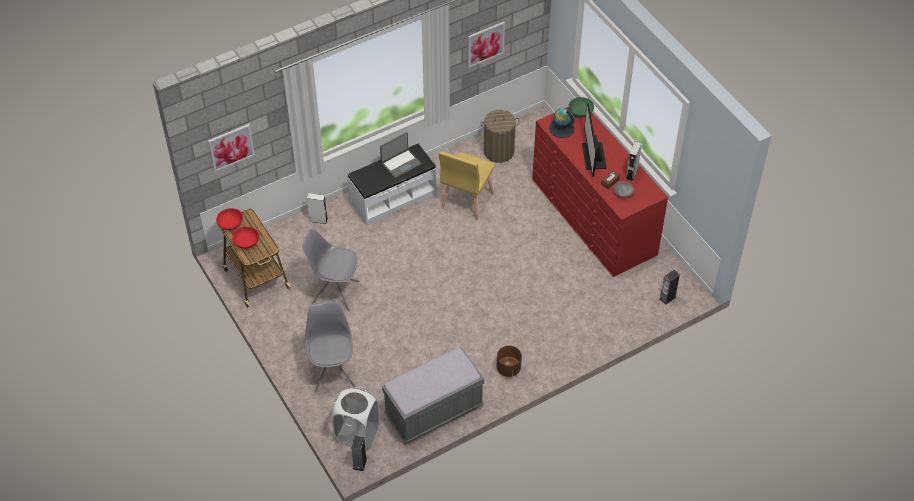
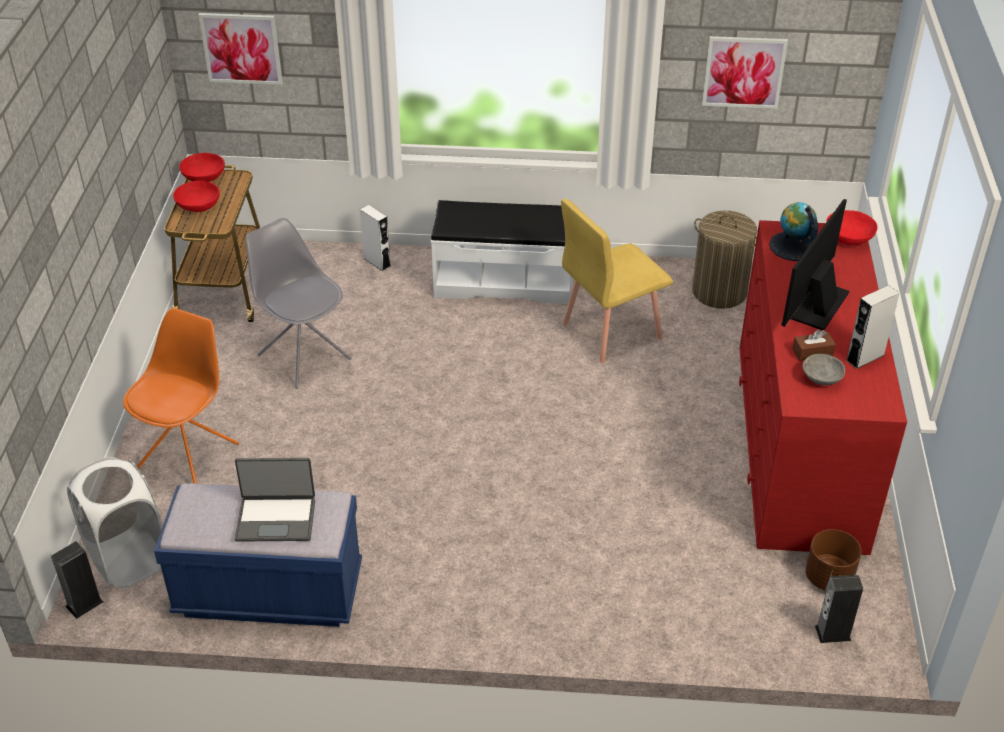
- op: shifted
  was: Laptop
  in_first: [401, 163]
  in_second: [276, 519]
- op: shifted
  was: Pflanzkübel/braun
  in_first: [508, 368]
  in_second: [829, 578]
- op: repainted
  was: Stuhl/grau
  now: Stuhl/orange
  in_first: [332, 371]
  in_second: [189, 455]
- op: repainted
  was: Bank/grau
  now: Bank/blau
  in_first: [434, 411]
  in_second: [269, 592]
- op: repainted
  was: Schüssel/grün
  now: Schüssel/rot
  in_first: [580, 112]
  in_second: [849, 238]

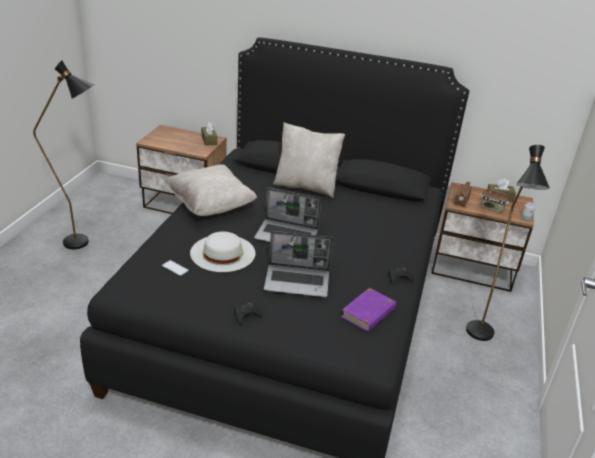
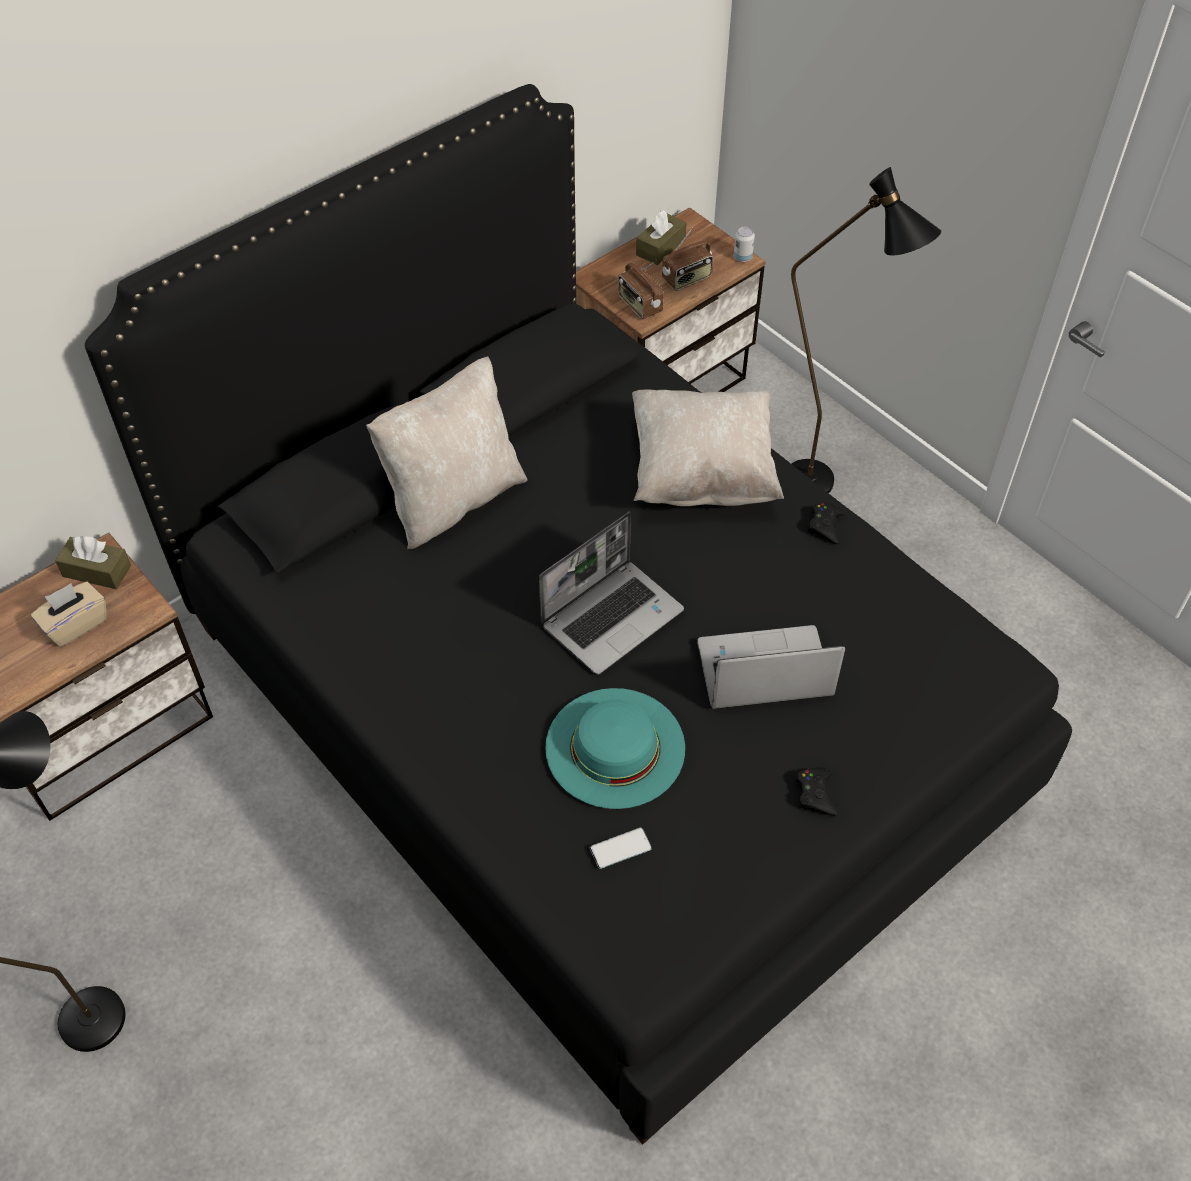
- op: gone
  was: Buch/lila
  in_first: [368, 312]
- op: new
  now: Taschentuchbox/beige
  in_second: [75, 624]
- op: shifted
  was: Kissen/beige
  in_first: [210, 206]
  in_second: [702, 473]
- op: repainted
  was: Hut/weiß
  now: Hut/türkis
  in_first: [223, 253]
  in_second: [615, 747]
- op: rotated
  was: Laptop
  in_first: [298, 281]
  in_second: [762, 672]
  clockwise: -135

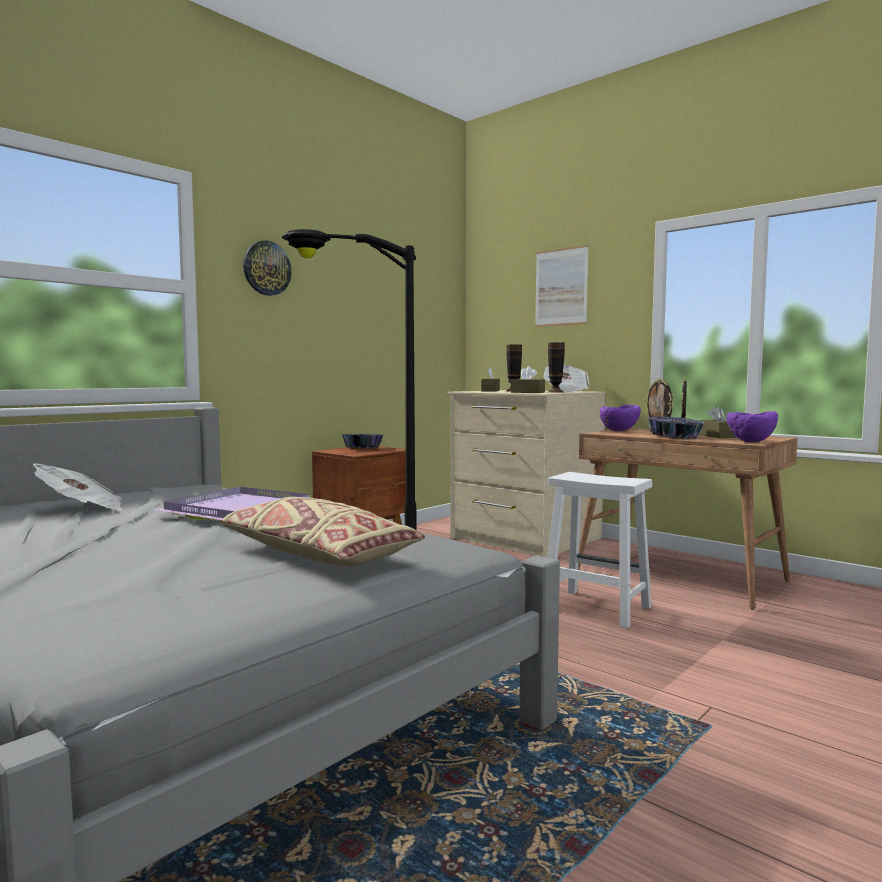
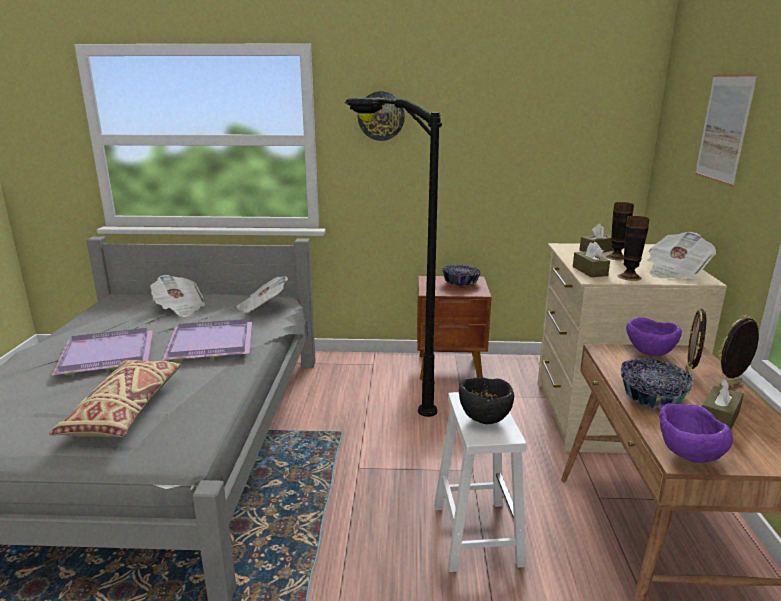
- op: new
  now: Tablett/lila
  in_second: [109, 353]
- op: new
  now: Zeitung
  in_second: [262, 307]
- op: new
  now: Schüssel/schwarz
  in_second: [484, 417]

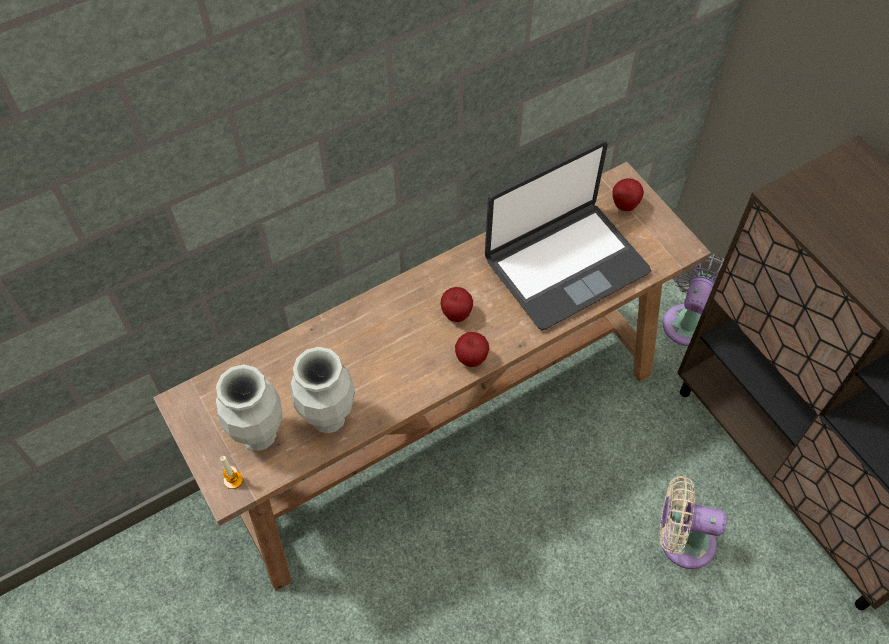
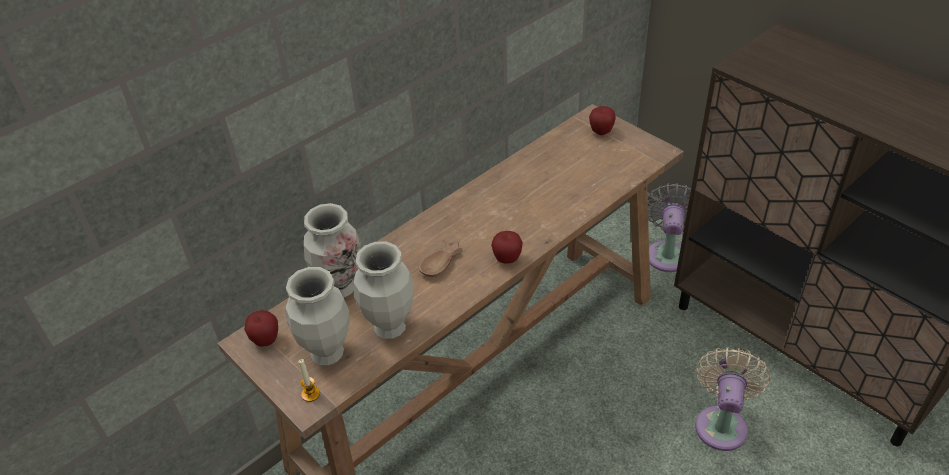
- op: gone
  was: Laptop
  in_first: [565, 265]
- op: new
  now: Vase
  in_second: [340, 288]
- op: new
  now: Schüssel/braun
  in_second: [443, 262]
- op: shifted
  was: Apfel
  in_first: [456, 314]
  in_second: [266, 340]
- op: rotated
  was: Ventilator/beige
  in_first: [681, 540]
  in_second: [721, 423]
  clockwise: 105

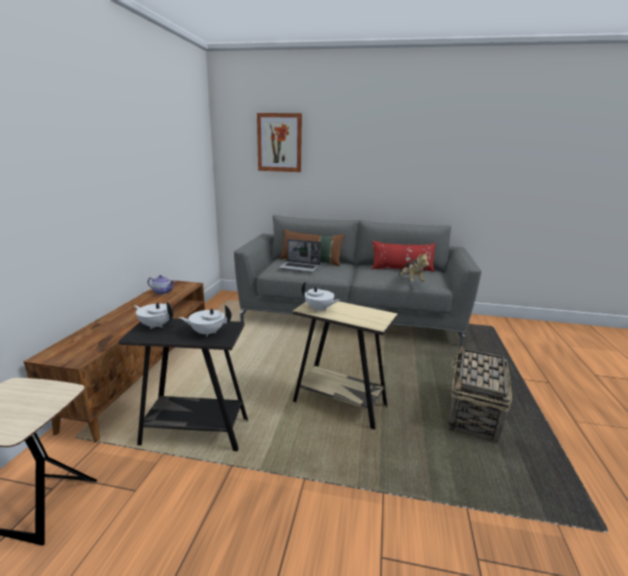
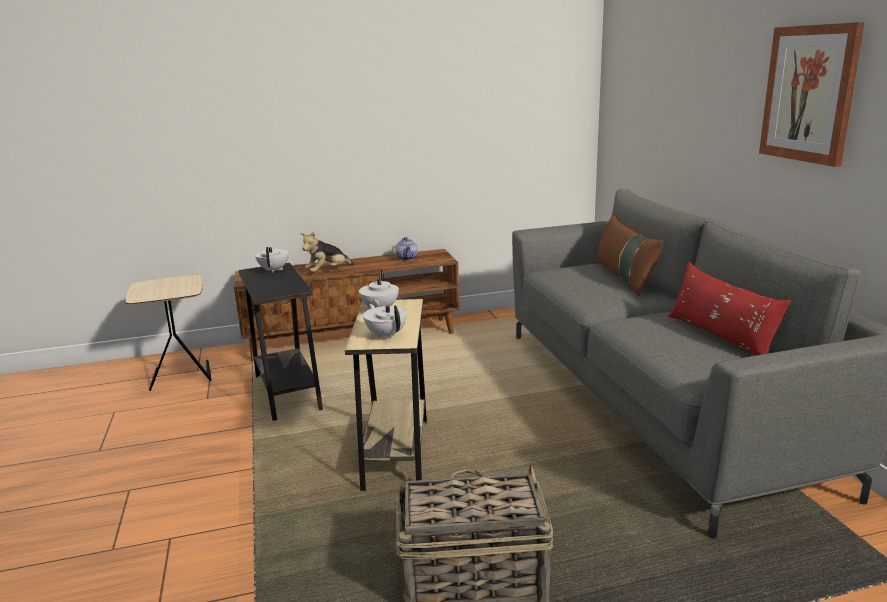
- op: gone
  was: Laptop
  in_first: [300, 267]
- op: shifted
  was: Teekanne/weiß
  in_first: [207, 333]
  in_second: [386, 334]
- op: shifted
  was: Bild
  in_first: [279, 143]
  in_second: [809, 94]
- op: shifted
  was: Plüschtier
  in_first: [411, 281]
  in_second: [327, 272]

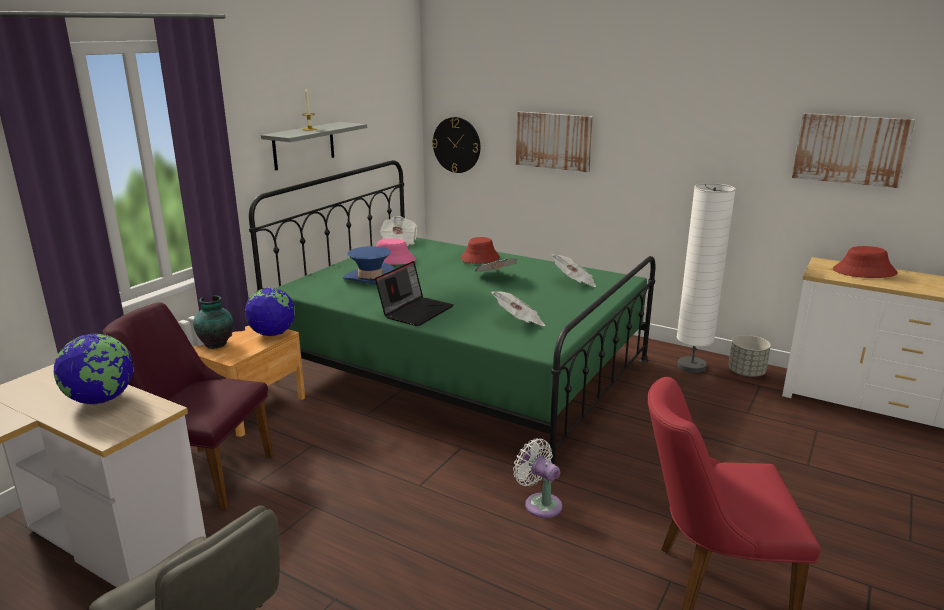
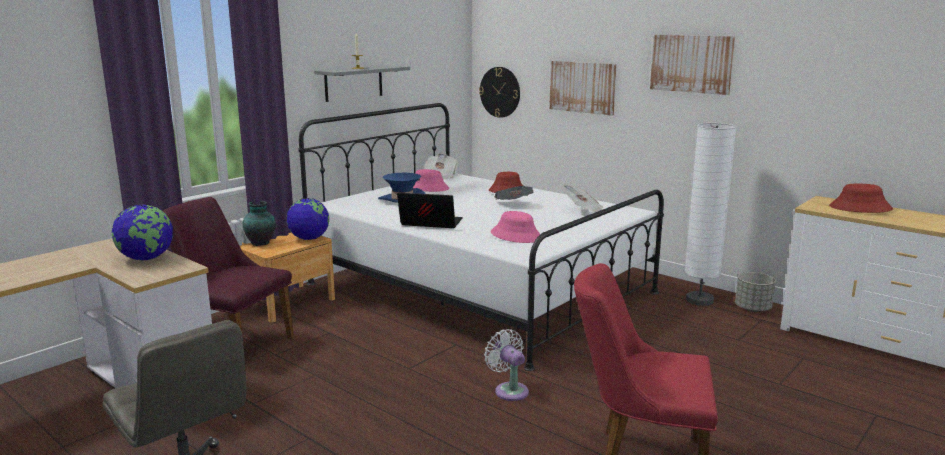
- op: shifted
  was: Bild
  in_first: [850, 149]
  in_second: [691, 63]
- op: swapped
  was: Zeitung
  now: Hut/rosa
  in_first: [518, 322]
  in_second: [516, 235]
- op: repainted
  was: Bett/grün
  now: Bett/weiß
  in_first: [461, 369]
  in_second: [479, 288]
- op: rotated
  was: Laptop
  in_first: [416, 311]
  in_second: [429, 224]
  clockwise: -120

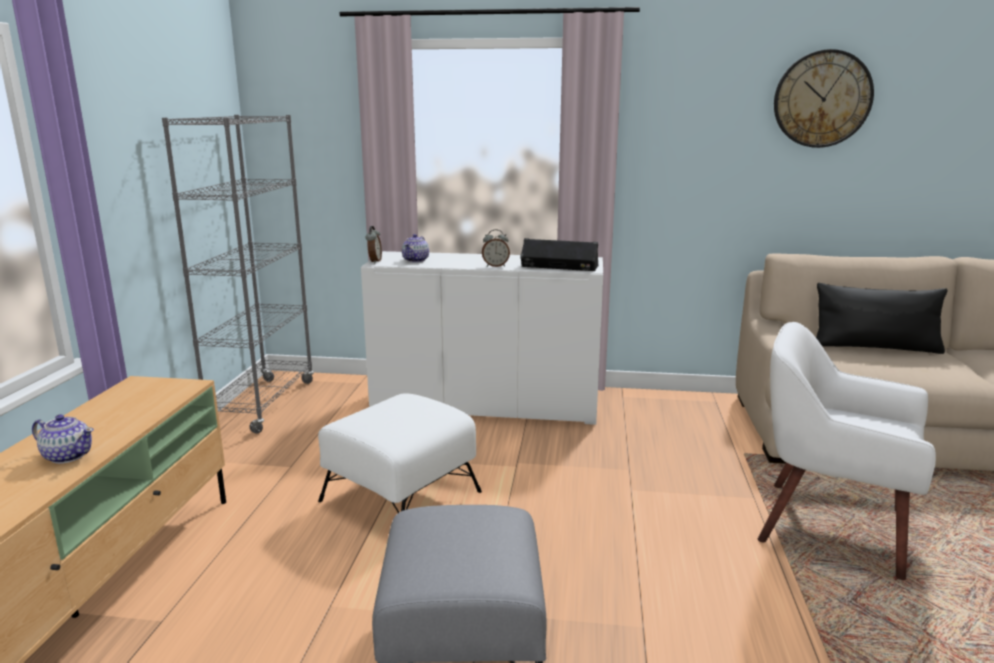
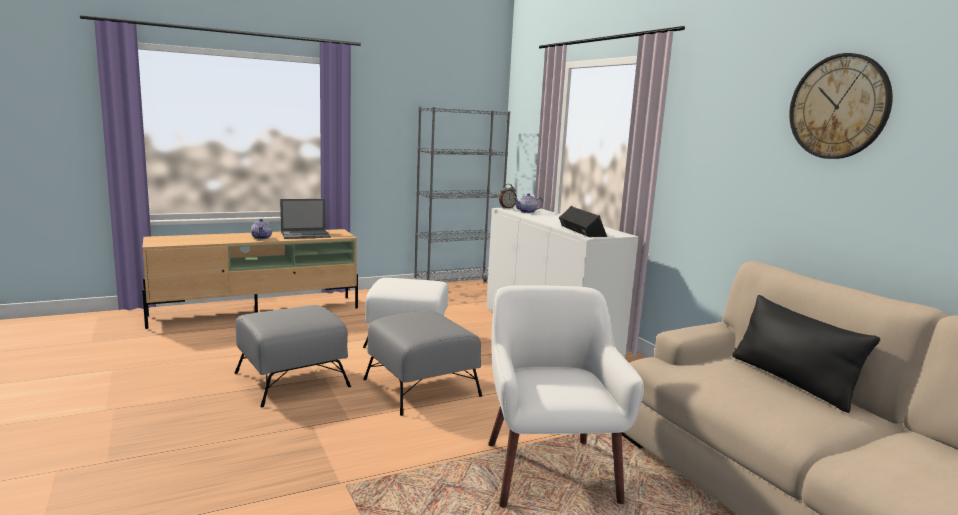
- op: gone
  was: Wecker
  in_first: [495, 266]
- op: new
  now: Laptop
  in_second: [306, 235]
- op: new
  now: Polsterhocker/grau
  in_second: [421, 387]

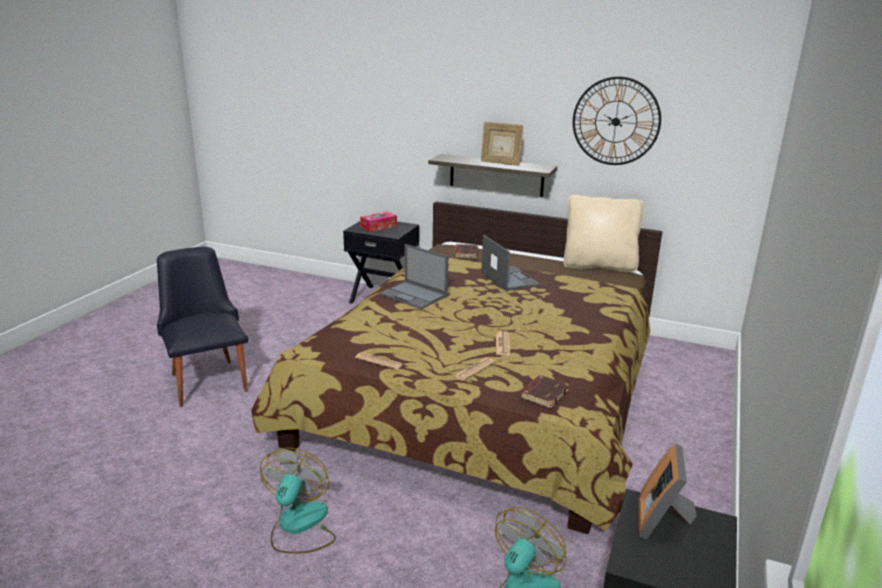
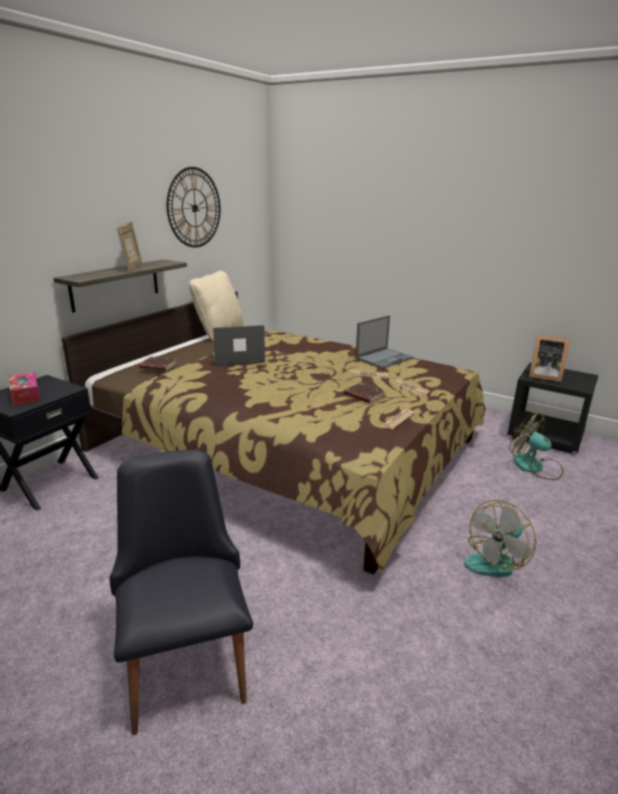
- op: shifted
  was: Laptop
  in_first: [414, 295]
  in_second: [384, 358]
- op: shifted
  was: Buch/braun
  in_first: [543, 394]
  in_second: [363, 396]
- op: rotated
  was: Stuhl/schwarz
  in_first: [207, 378]
  in_second: [186, 656]
  clockwise: 90
- op: rotated
  was: Ventilator
  in_first: [299, 526]
  in_second: [495, 560]
  clockwise: -60
- op: rotated
  was: Bilderrahmen
  in_first: [500, 163]
  in_second: [132, 267]
  clockwise: -45

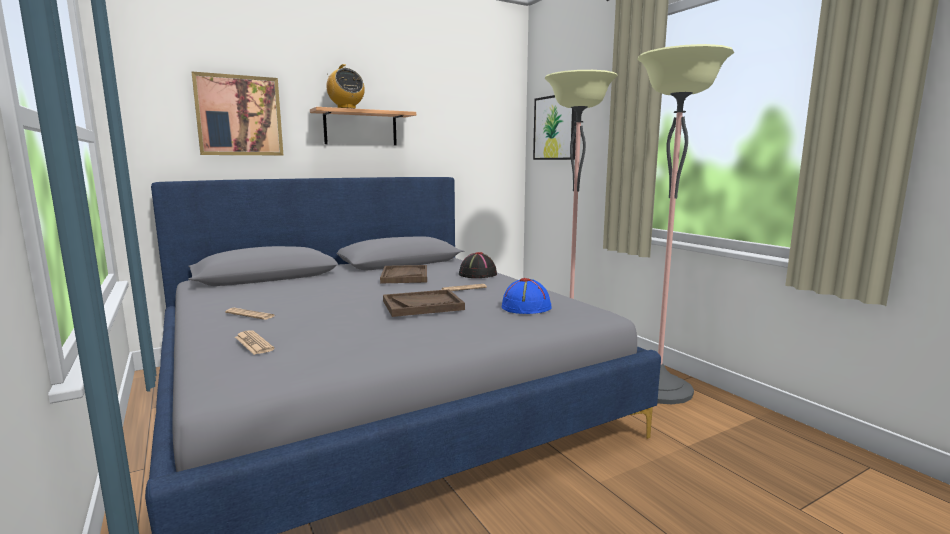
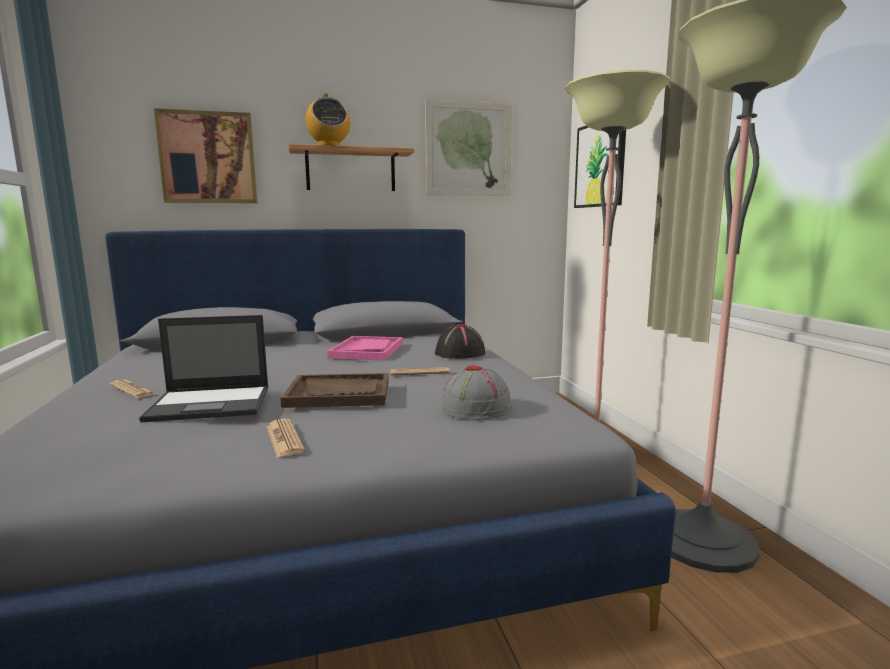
- op: new
  now: Laptop
  in_second: [212, 404]
- op: new
  now: Bild
  in_second: [469, 149]
- op: shifted
  was: Zeitung
  in_first: [254, 343]
  in_second: [284, 439]
- op: repainted
  was: Tablett/braun
  now: Tablett/rosa
  in_first: [404, 276]
  in_second: [367, 350]
- op: repainted
  was: Hut/blau
  now: Hut/grau
  in_first: [526, 307]
  in_second: [476, 407]

